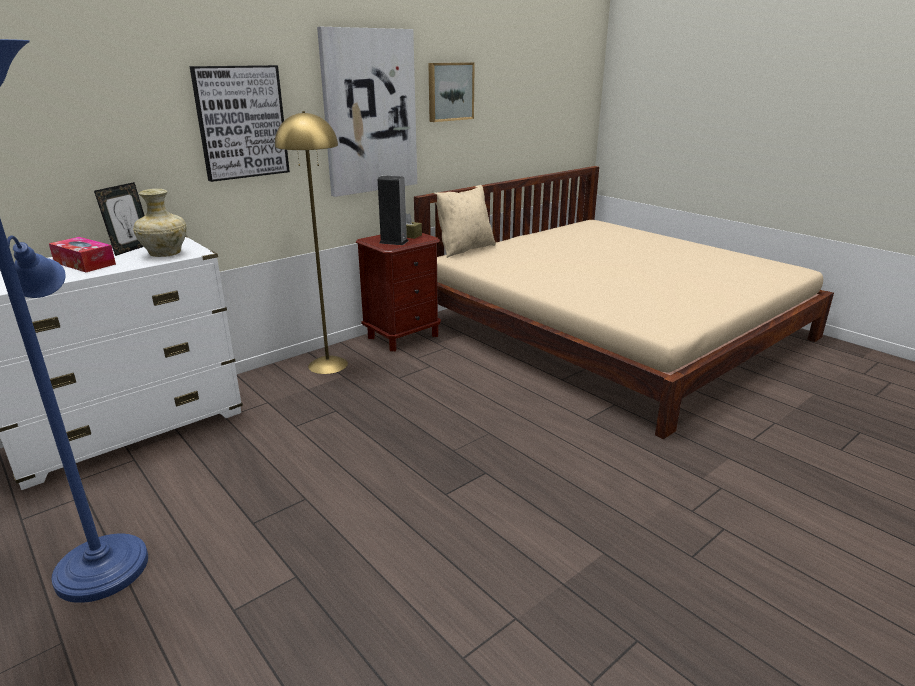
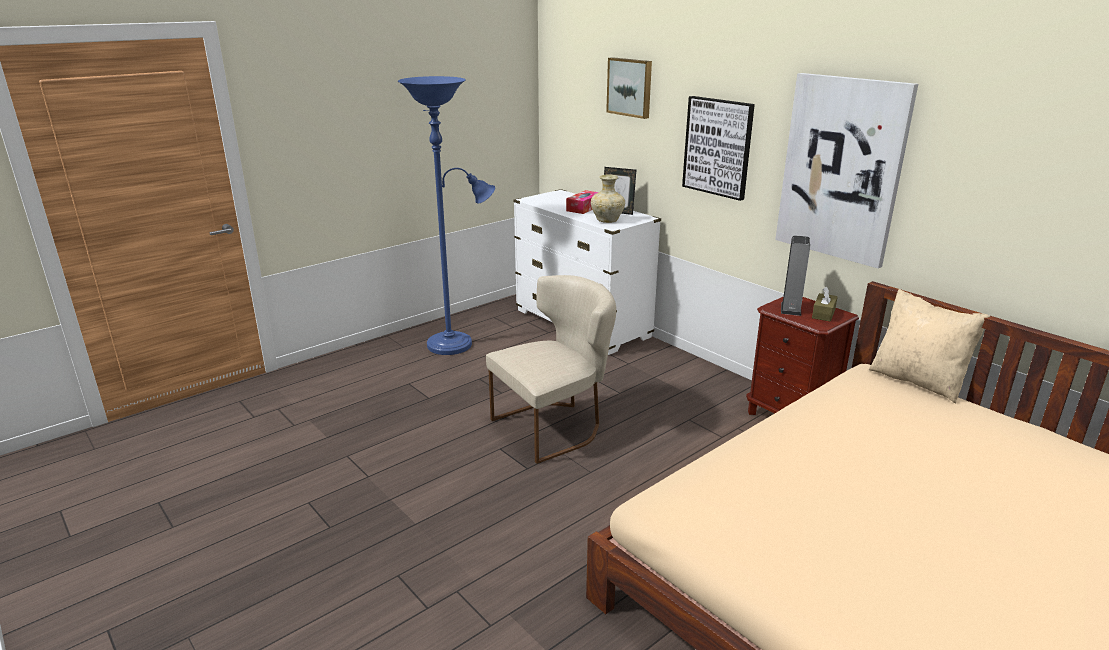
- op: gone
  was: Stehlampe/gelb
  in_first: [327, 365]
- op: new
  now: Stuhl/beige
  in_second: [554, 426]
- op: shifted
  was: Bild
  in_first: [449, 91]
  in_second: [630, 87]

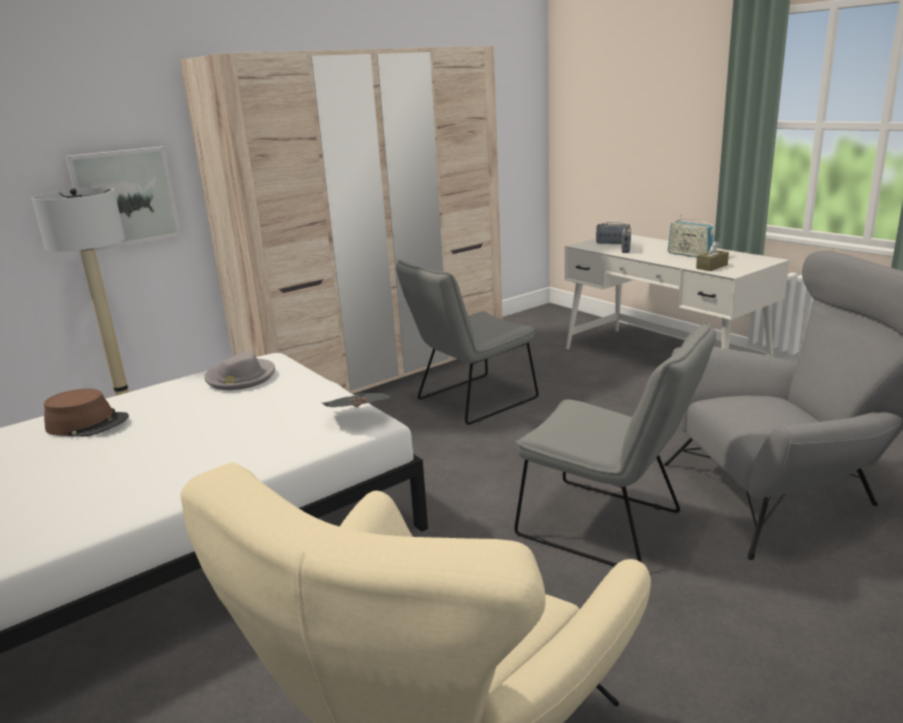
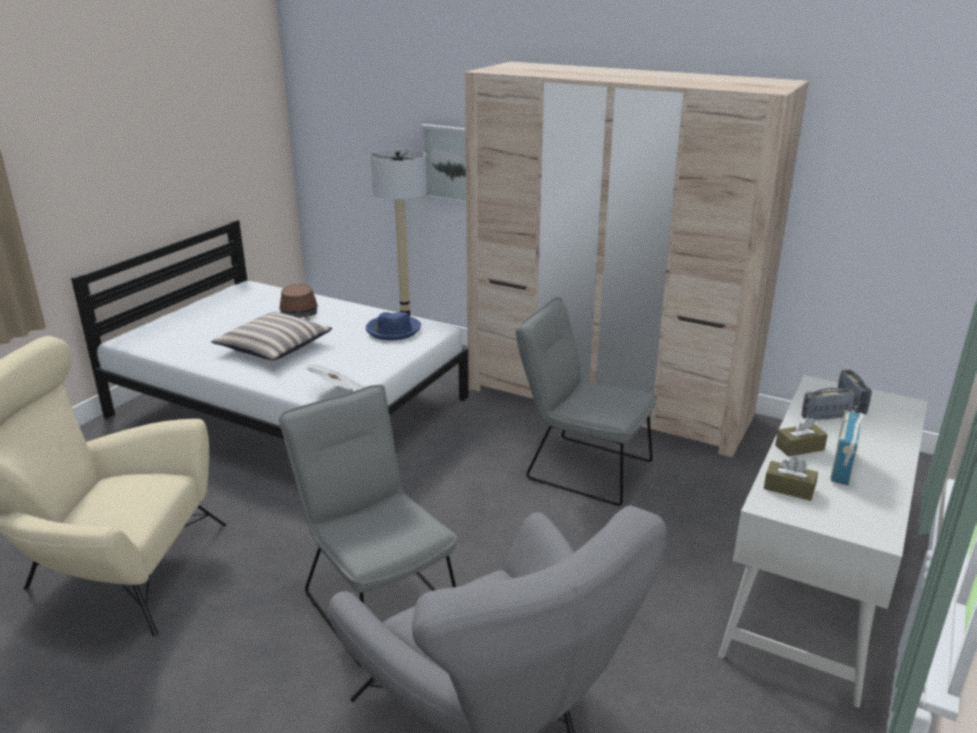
- op: new
  now: Kissen
  in_second: [274, 347]
- op: new
  now: Taschentuchbox/braun
  in_second: [799, 447]
- op: repainted
  was: Hut/grau
  now: Hut/blau
  in_first: [240, 378]
  in_second: [393, 330]
- op: rotated
  was: Stuhl/grau
  in_first: [609, 527]
  in_second: [376, 599]
  clockwise: 135

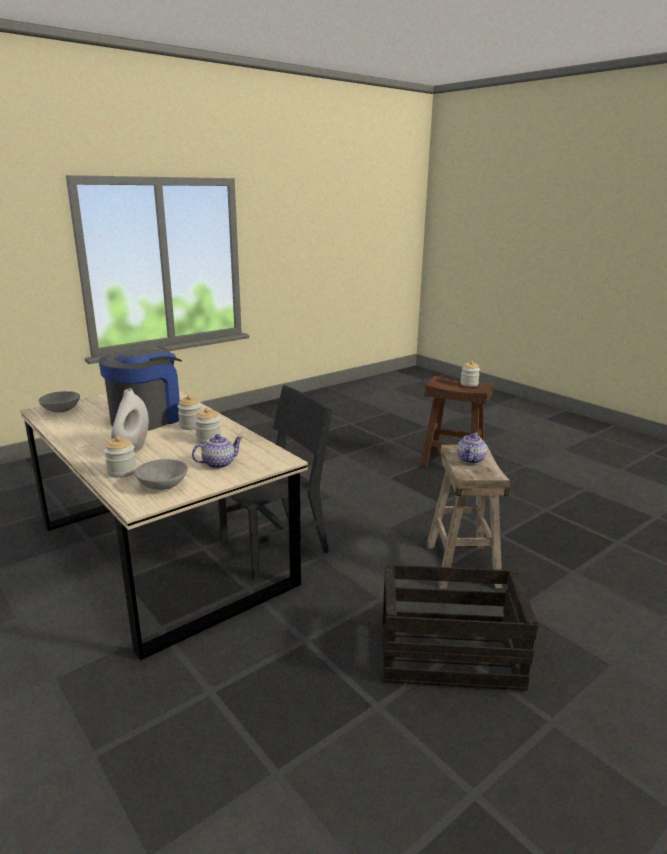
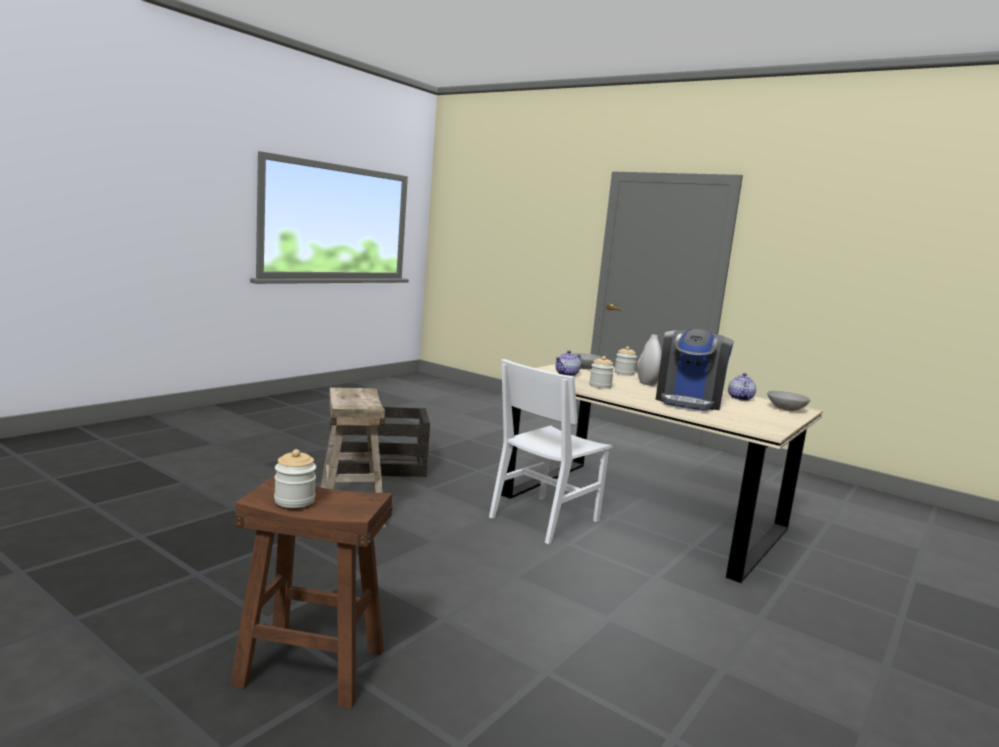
- op: gone
  was: Vorratsglas
  in_first: [191, 426]
- op: shifted
  was: Teekanne
  in_first: [471, 460]
  in_second: [739, 398]
- op: repainted
  was: Stuhl/schwarz
  now: Stuhl/weiß
  in_first: [274, 548]
  in_second: [544, 518]

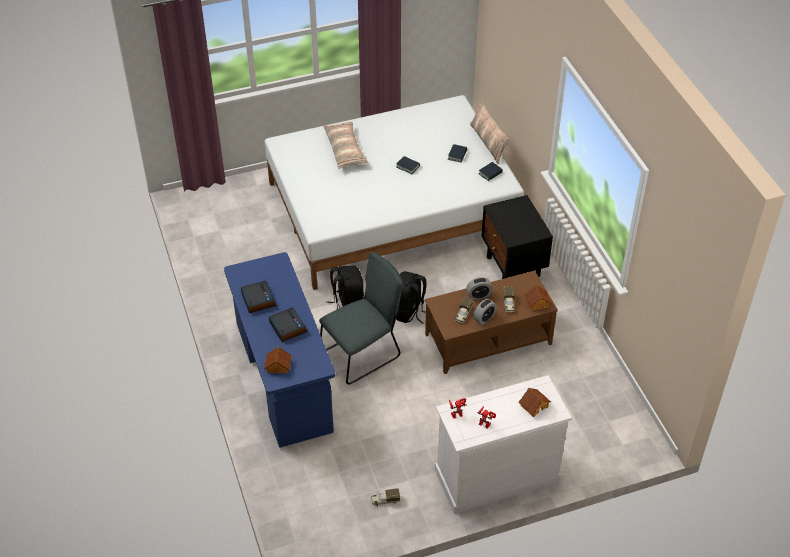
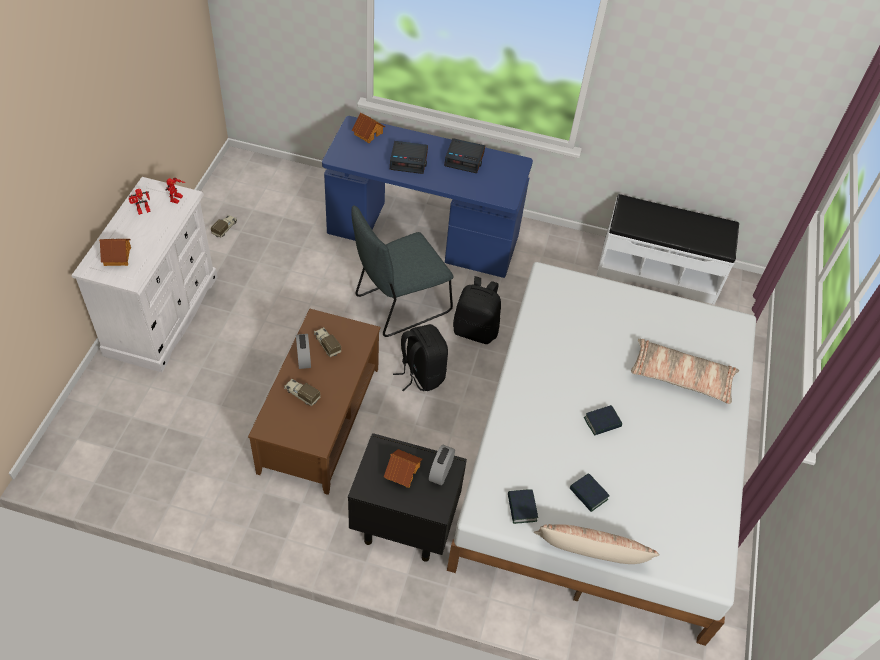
- op: new
  now: Bank/weiß
  in_second: [658, 270]
- op: shifted
  was: Wecker
  in_first: [478, 295]
  in_second: [441, 472]
- op: shifted
  was: Spielzeughaus
  in_first: [537, 303]
  in_second: [402, 472]
- op: rotated
  was: Stuhl/grau
  in_first: [363, 353]
  in_second: [399, 305]
  clockwise: 60

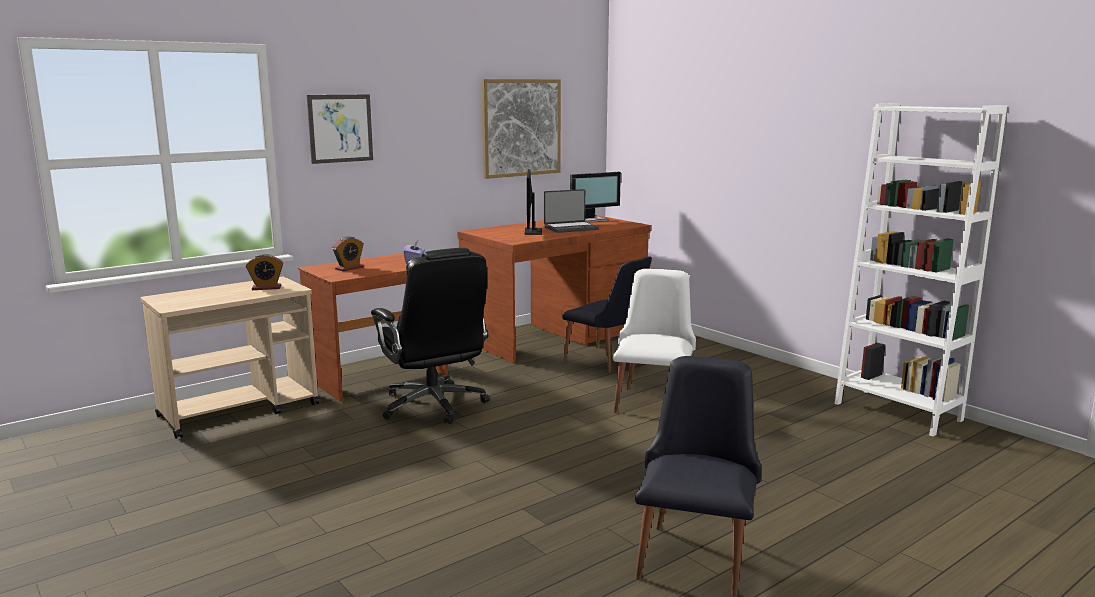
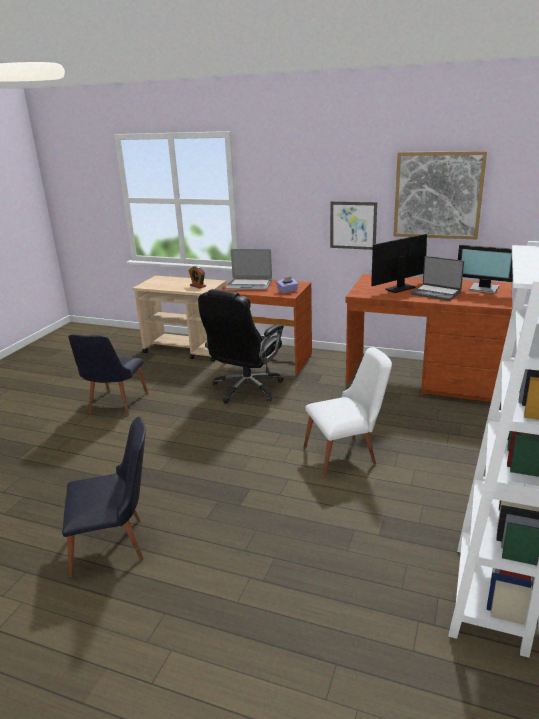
- op: shifted
  was: Bild
  in_first: [340, 128]
  in_second: [353, 225]
- op: shifted
  was: Stuhl/schwarz
  in_first: [607, 361]
  in_second: [115, 405]
- op: swapped
  was: Wecker
  now: Laptop
  in_first: [349, 268]
  in_second: [249, 285]

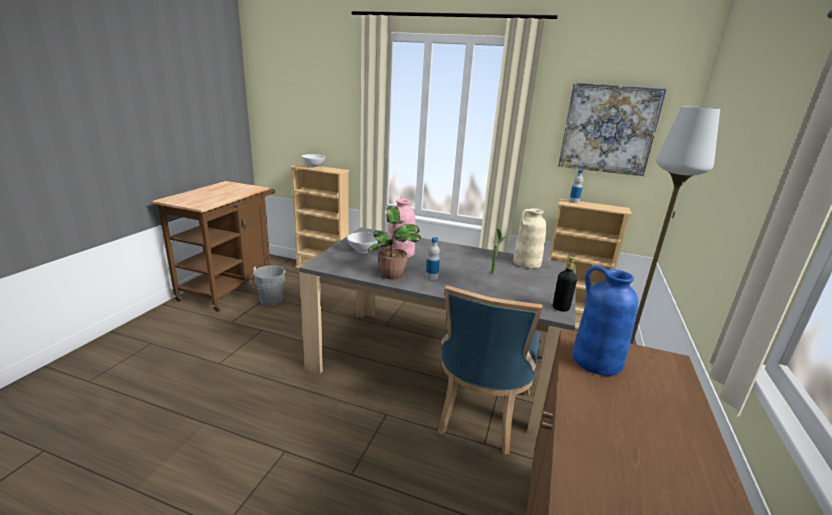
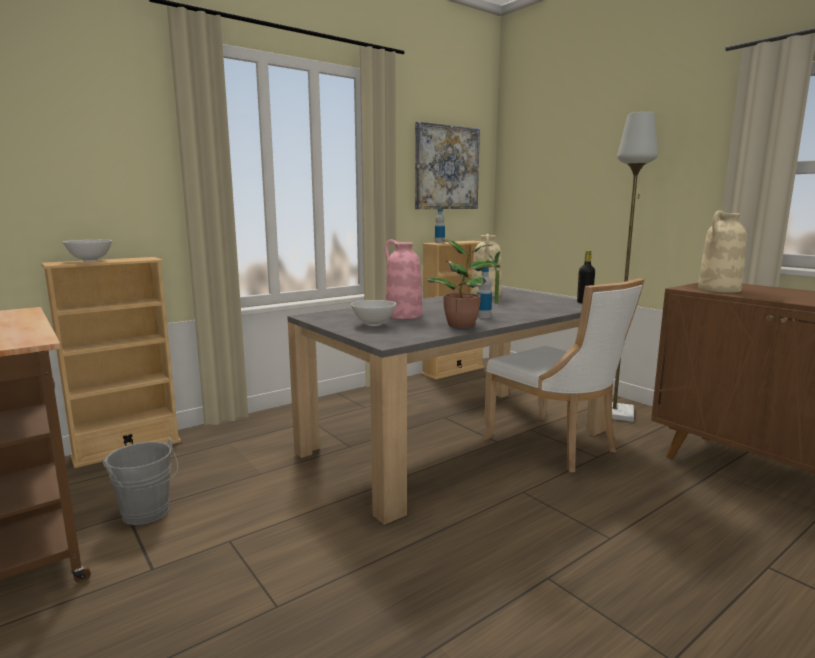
- op: repainted
  was: Stuhl/blau
  now: Stuhl/weiß
  in_first: [480, 413]
  in_second: [555, 445]
- op: repainted
  was: Vase/blau
  now: Vase/beige
  in_first: [595, 361]
  in_second: [719, 290]

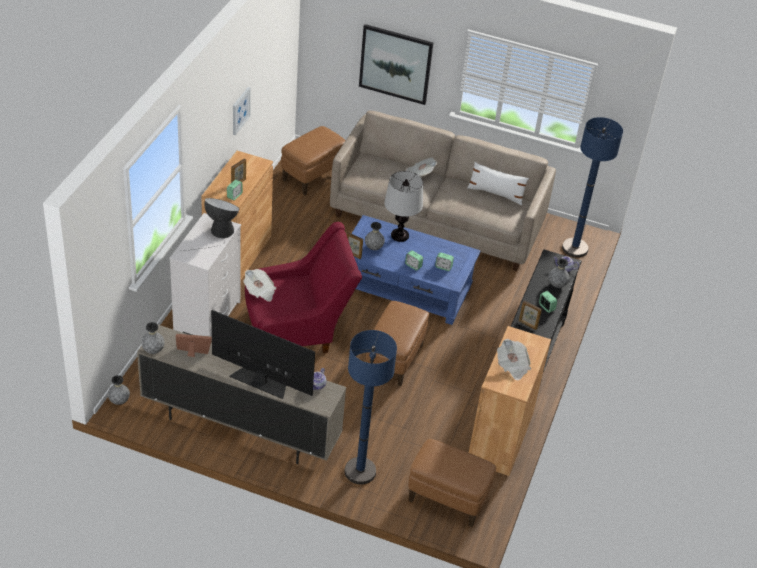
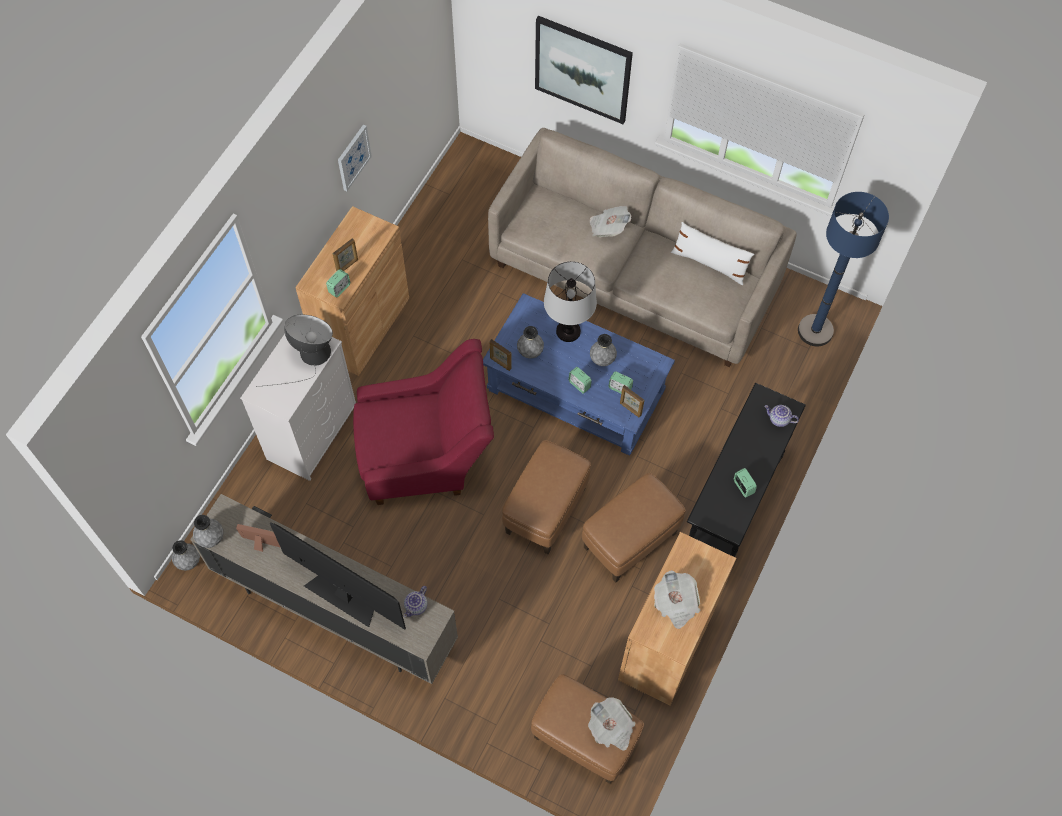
- op: gone
  was: Stehlampe/blau
  in_first: [360, 471]
- op: shifted
  was: Zeitung
  in_first: [260, 291]
  in_second: [611, 728]
- op: shifted
  was: Polsterhocker/braun
  in_first: [312, 177]
  in_second: [629, 541]
- op: shifted
  was: Bilderrahmen
  in_first: [527, 325]
  in_second: [630, 409]
- op: shifted
  was: Vase/grau
  in_first: [557, 285]
  in_second: [602, 360]

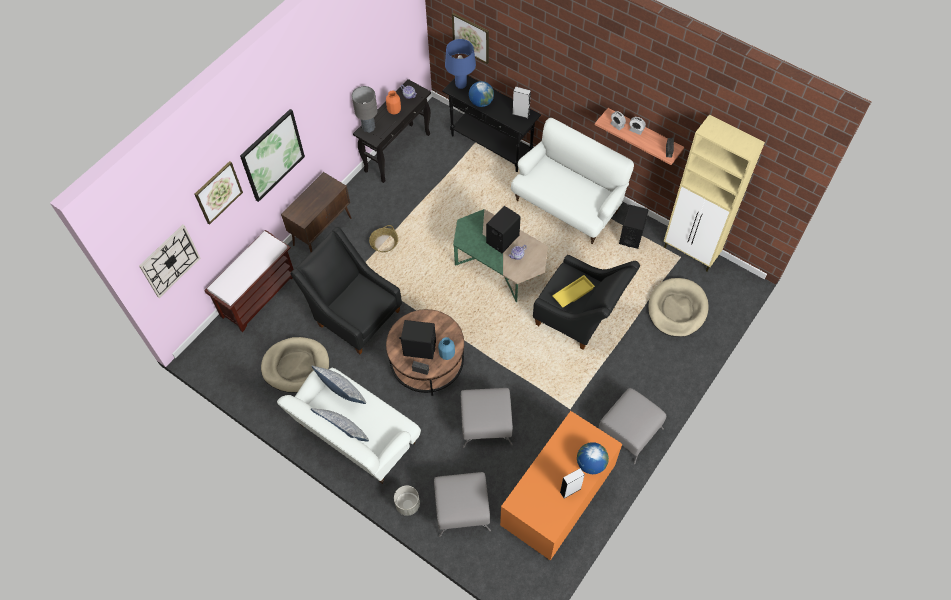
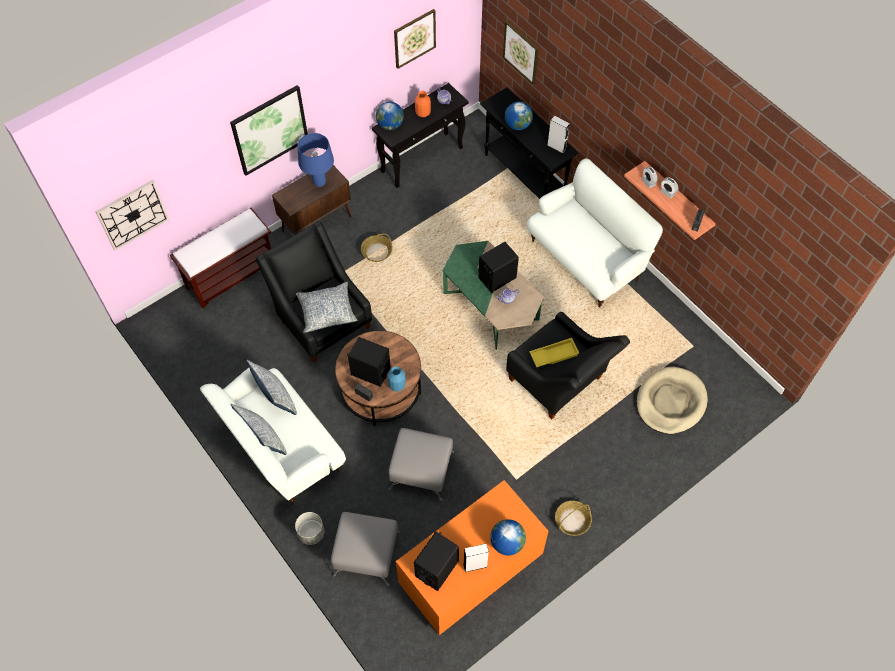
- op: gone
  was: Hundebett/beige
  in_first: [296, 366]
- op: gone
  was: Schrank/beige
  in_first: [691, 253]
- op: new
  now: Kissen
  in_second: [327, 311]
- op: shifted
  was: Bild
  in_first: [218, 192]
  in_second: [414, 38]
- op: shifted
  was: Tischlampe/blau
  in_first: [460, 85]
  in_second: [319, 183]
- op: shifted
  was: Lautsprecher/schwarz
  in_first: [631, 236]
  in_second: [437, 568]
- op: swapped
  was: Tischlampe/grau
  now: Globus
  in_first: [368, 127]
  in_second: [390, 125]
- op: swapped
  was: Polsterhocker/grau
  now: Korb
  in_first: [628, 431]
  in_second: [572, 520]

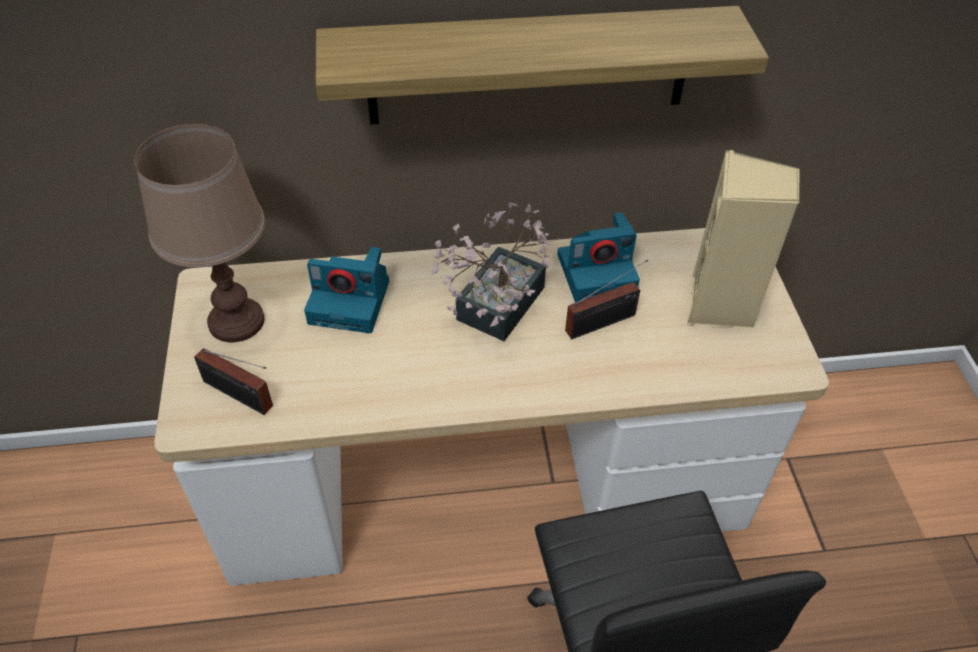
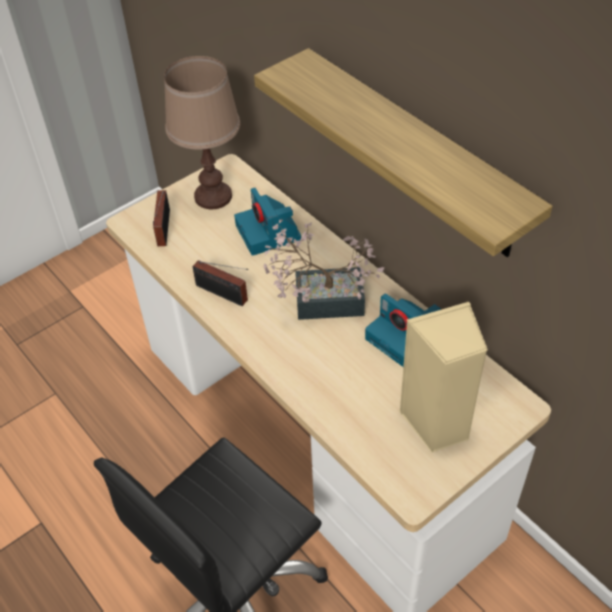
- op: shifted
  was: Radio
  in_first: [604, 322]
  in_second: [224, 294]

